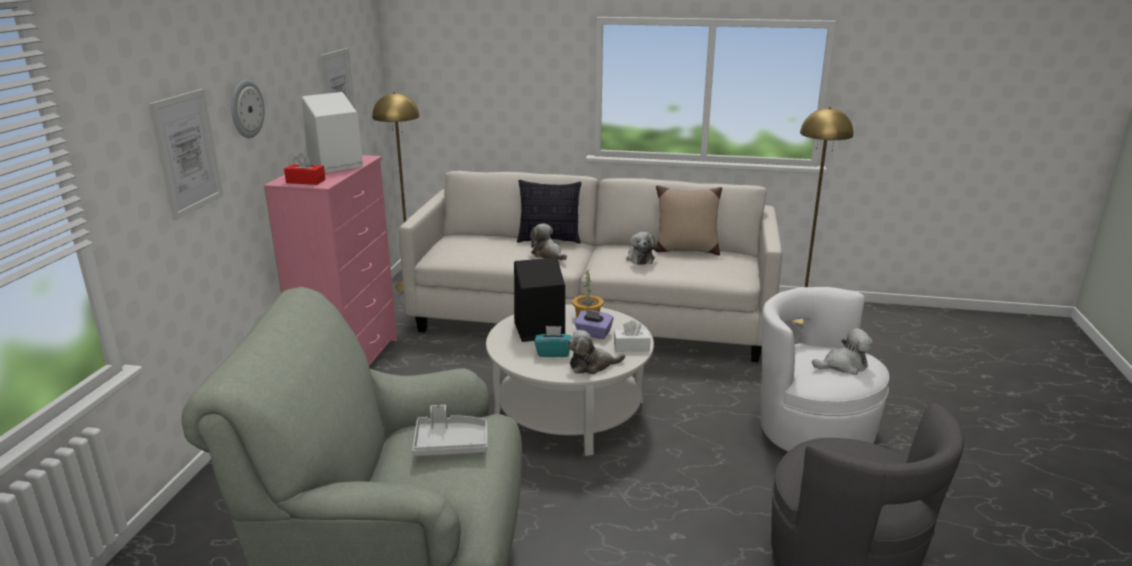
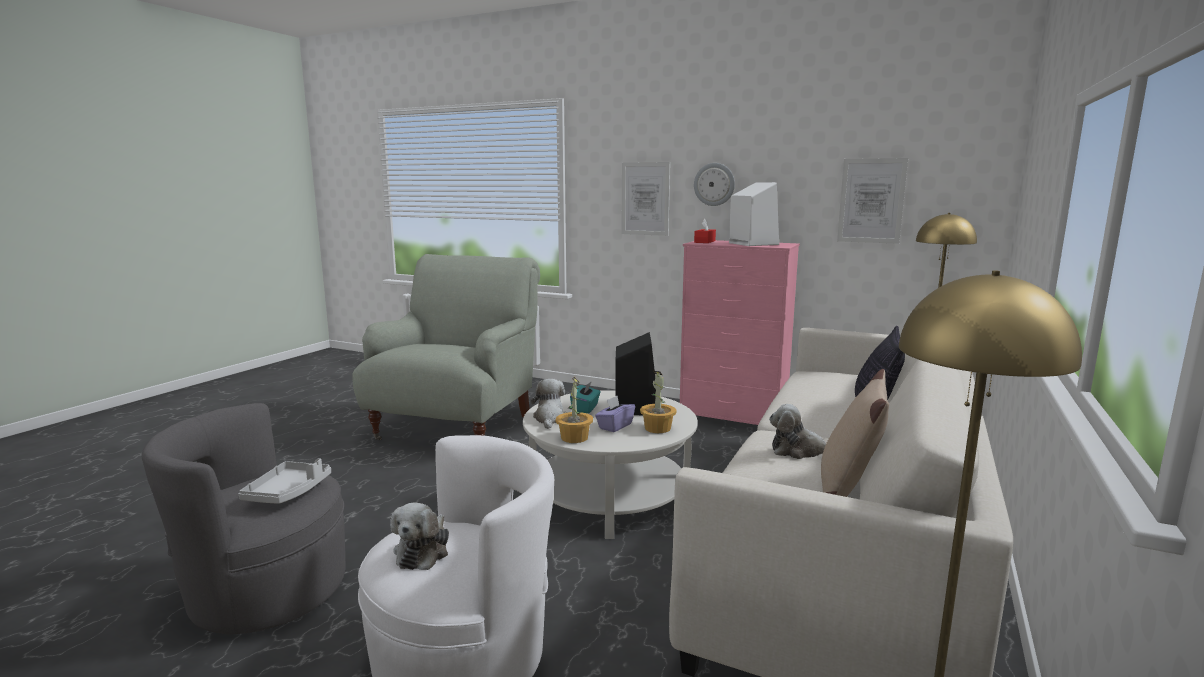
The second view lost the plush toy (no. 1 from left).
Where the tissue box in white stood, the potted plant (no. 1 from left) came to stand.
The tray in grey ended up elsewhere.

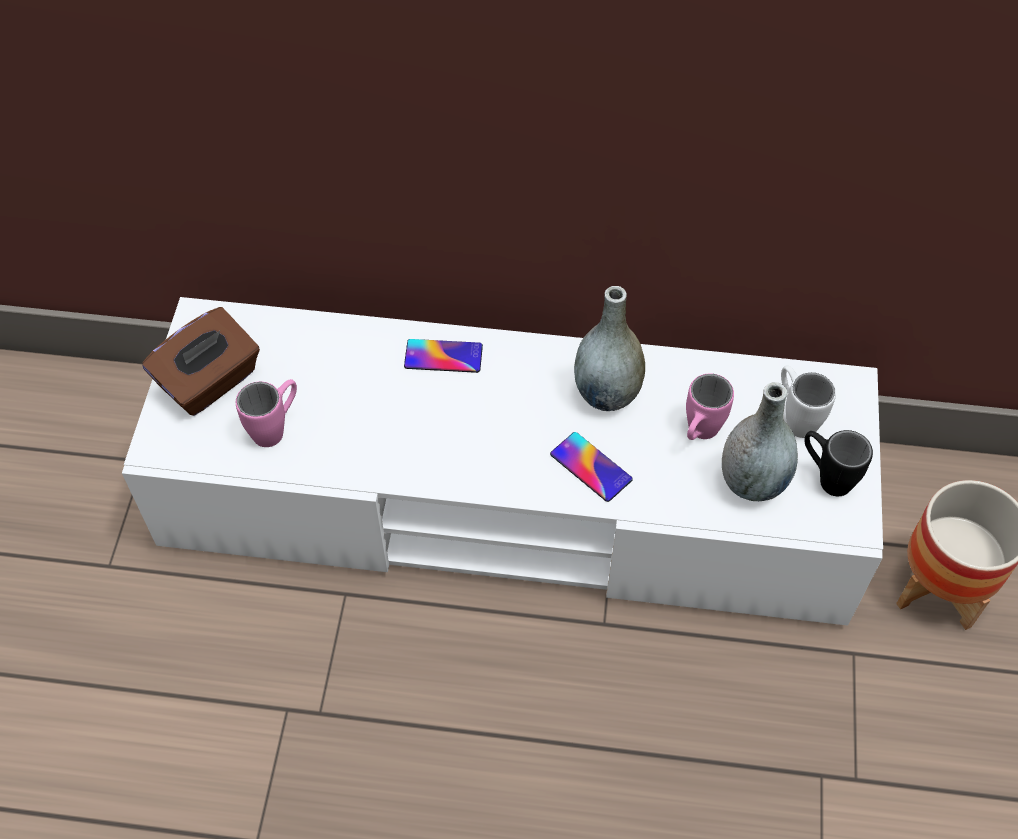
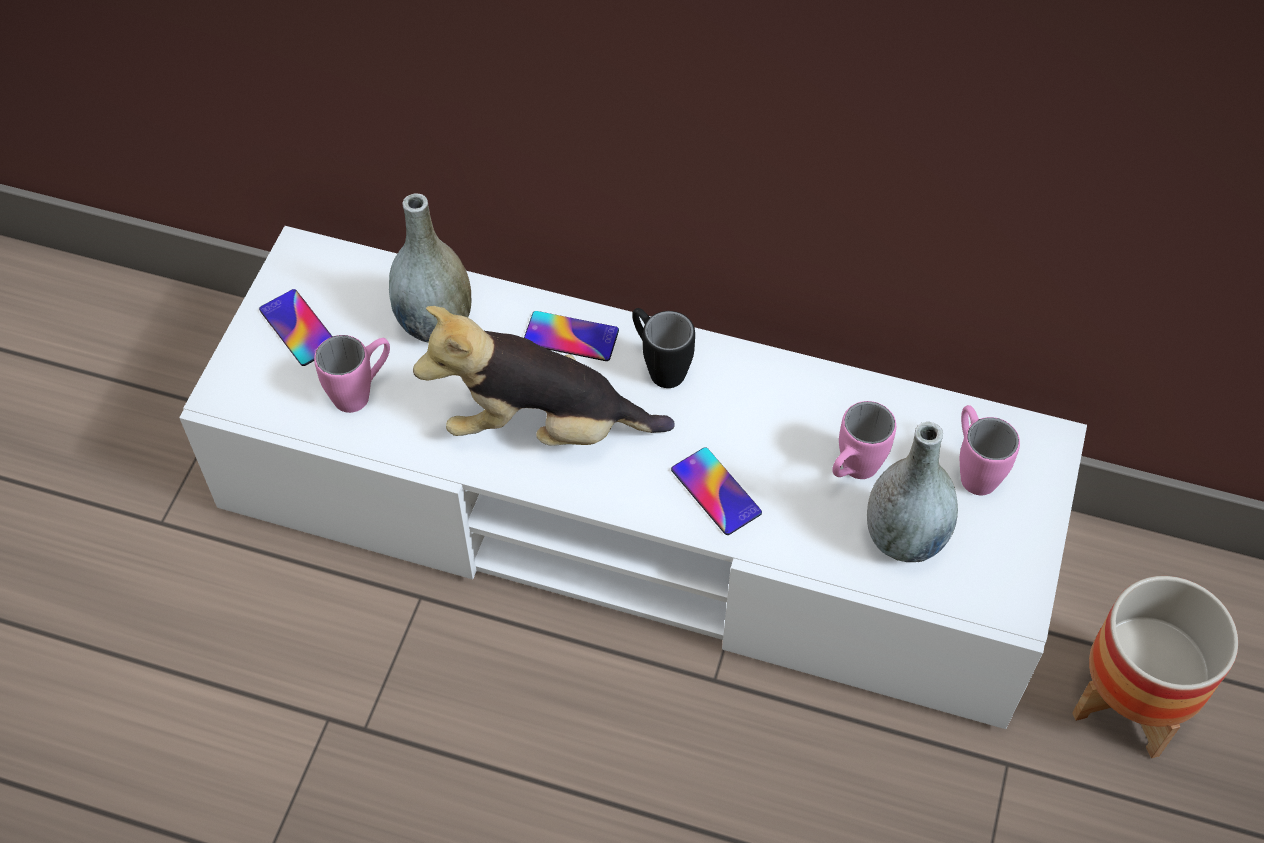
The vase in grey (no. 1 from left) ended up elsewhere.
Where the tissue box in brown stood, the phone (no. 1 from left) came to stand.
What was the mug in white turned into the mug in pink (no. 3 from left).
The mug in black ended up elsewhere.
The second view gained the plush toy.

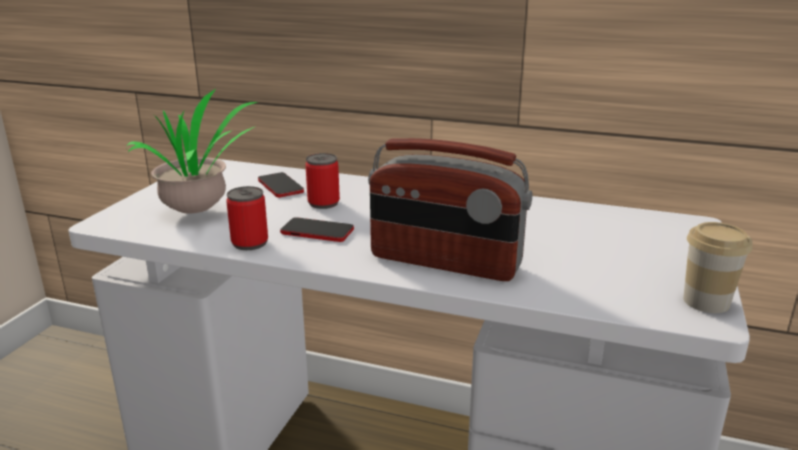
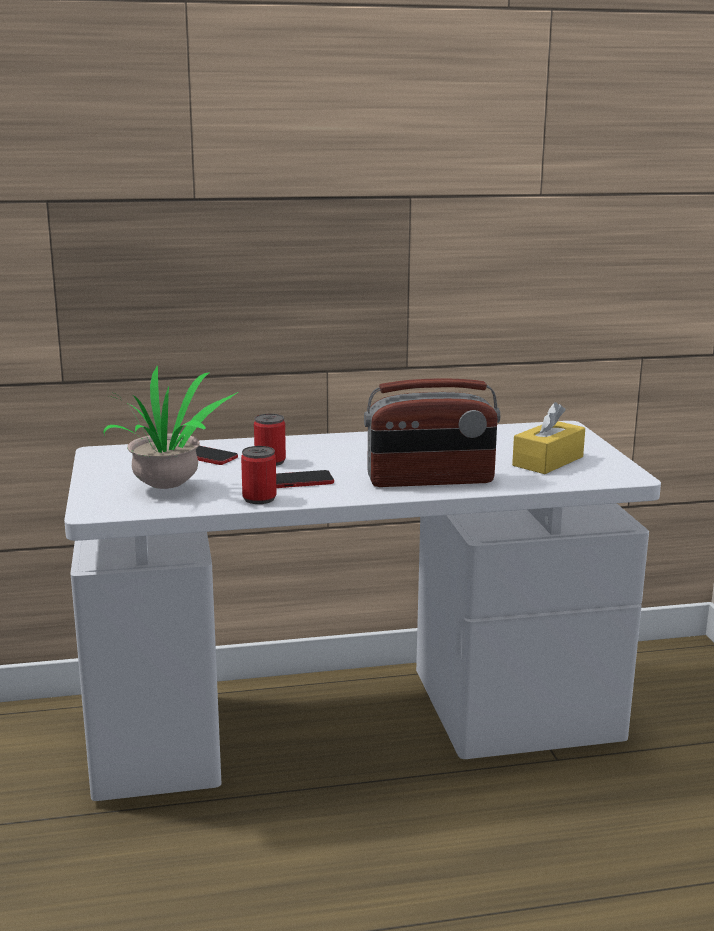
The second view lost the cup.
The second view gained the tissue box in yellow.

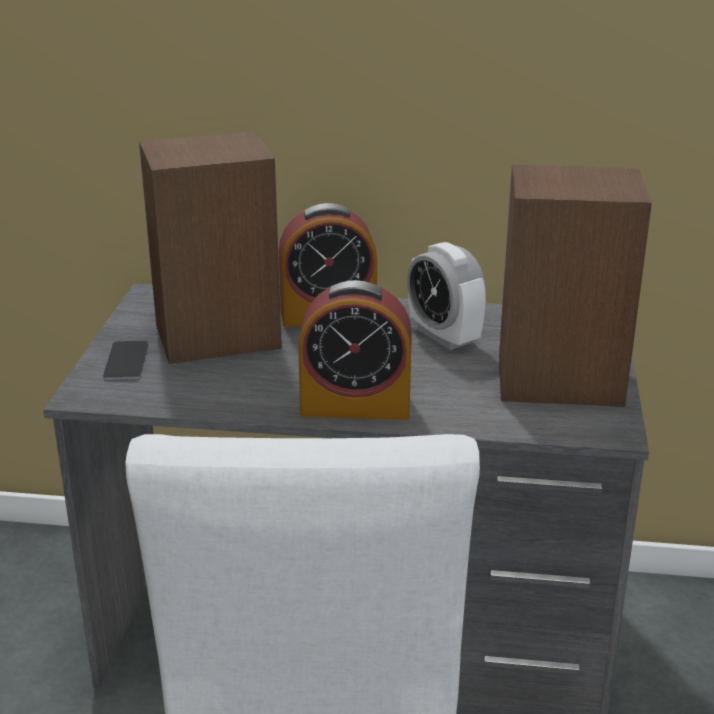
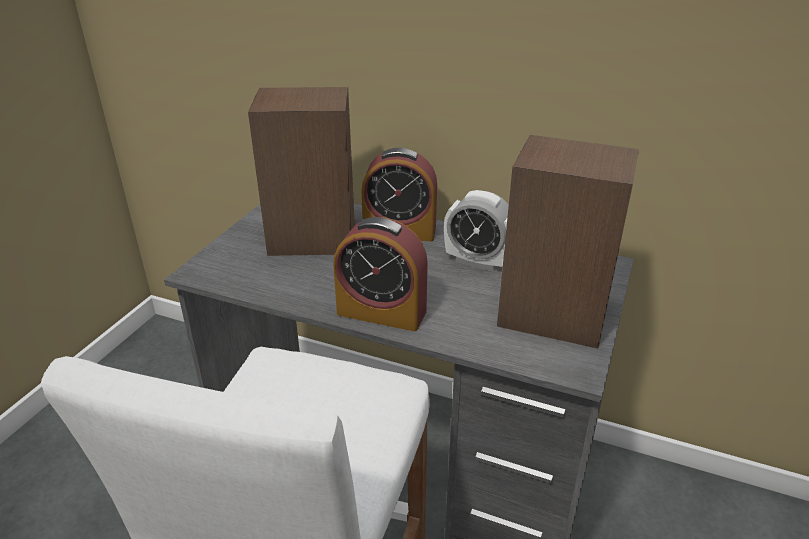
The alarm clock (no. 3 from left) ended up facing another way, 45 degrees counterclockwise from before.
The second view lost the phone.

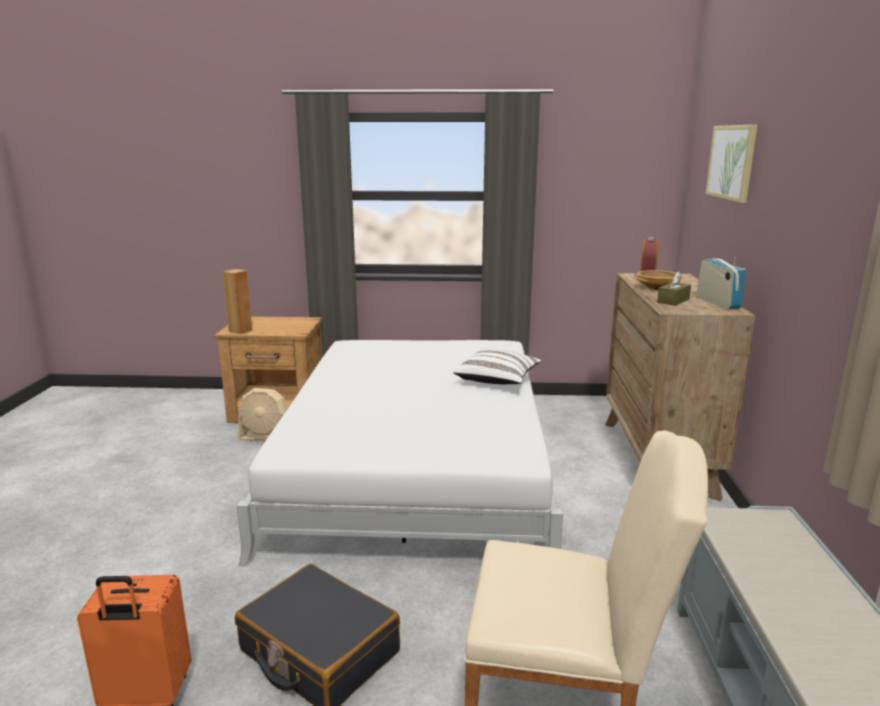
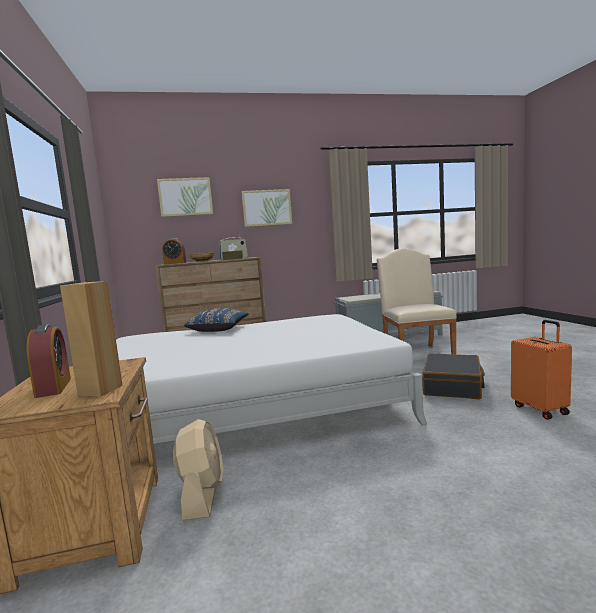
What was the pillow in white turned into the pillow in blue.
The second view gained the picture (no. 2 from left).
The second view gained the alarm clock (no. 1 from left).

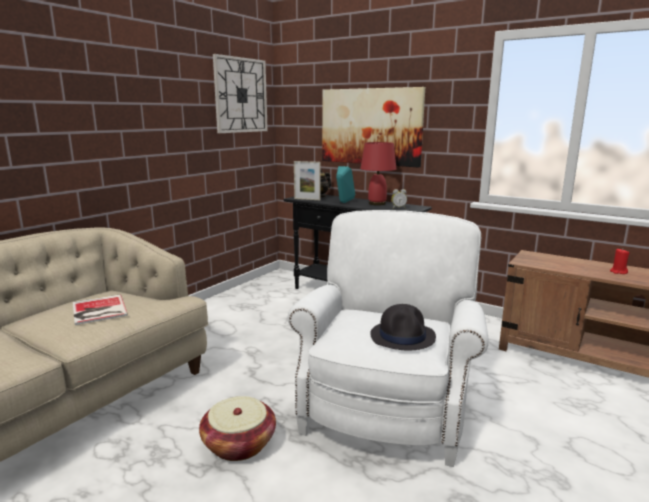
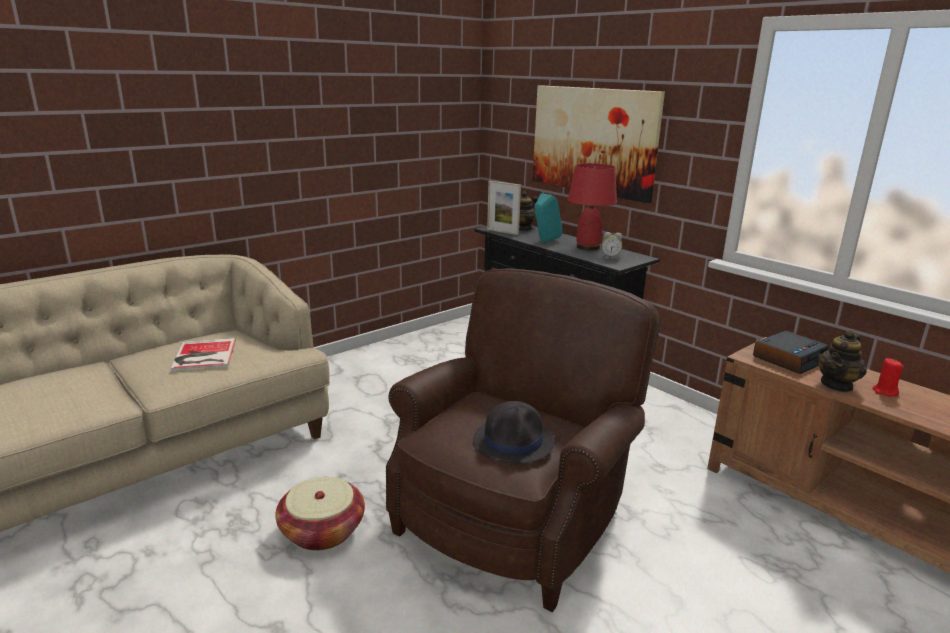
The second view lost the wall clock.
What was the armchair in white turned into the armchair in brown.
The second view gained the teapot (no. 2 from left).
The second view gained the alarm clock (no. 2 from left).

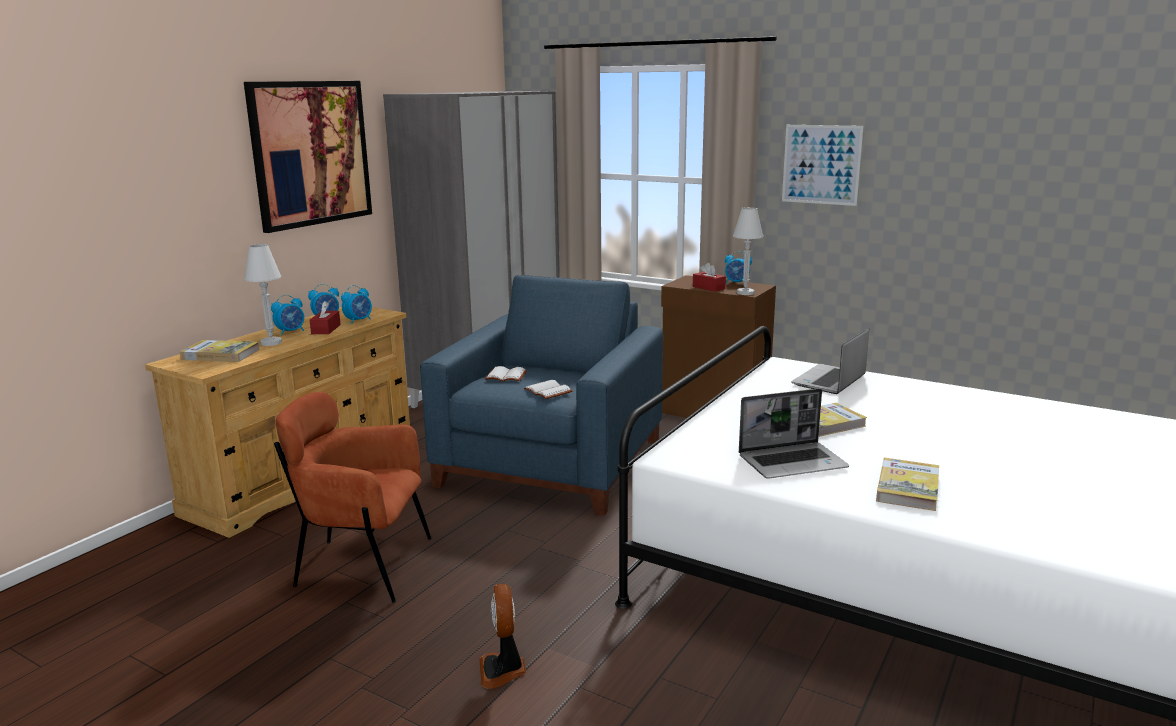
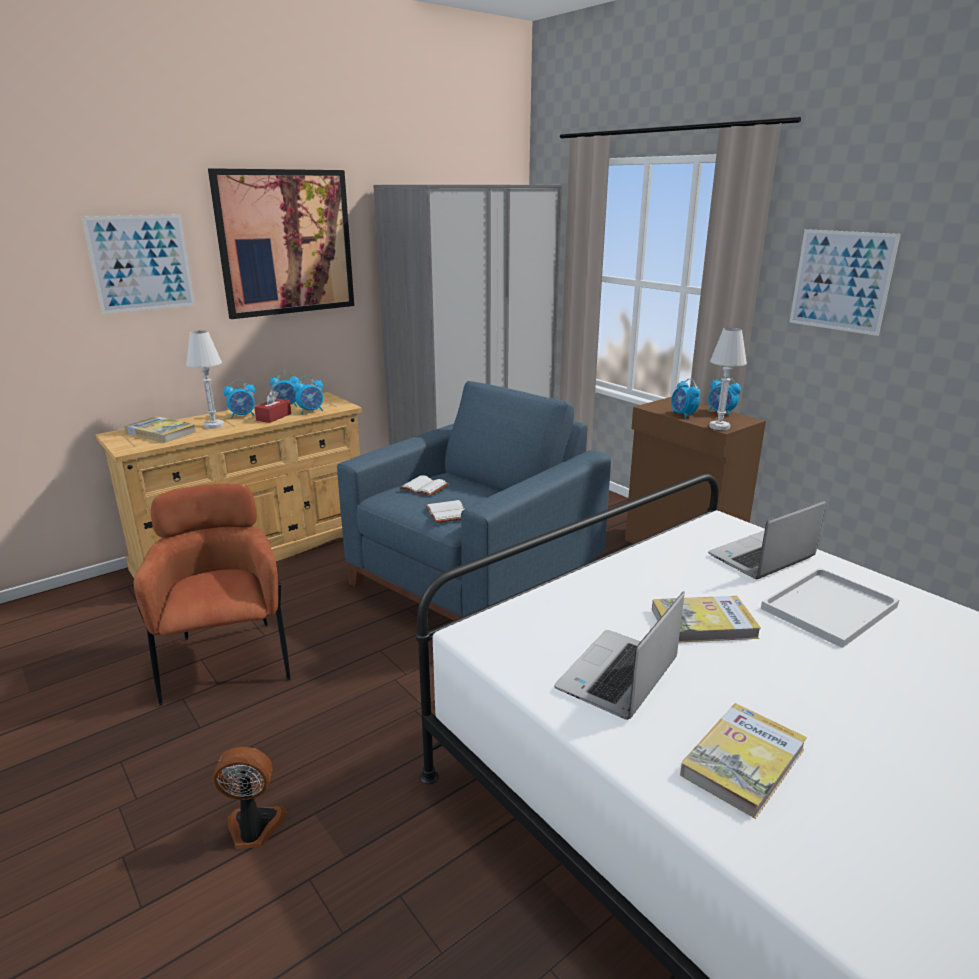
Where the tissue box in red (no. 2 from left) stood, the alarm clock (no. 4 from left) came to stand.
The laptop (no. 1 from left) ended up facing another way, 120 degrees clockwise from before.
The armchair in brown ended up facing another way, 45 degrees clockwise from before.
The fan ended up facing another way, 75 degrees clockwise from before.
The second view gained the picture (no. 1 from left).
The second view gained the tray in white.

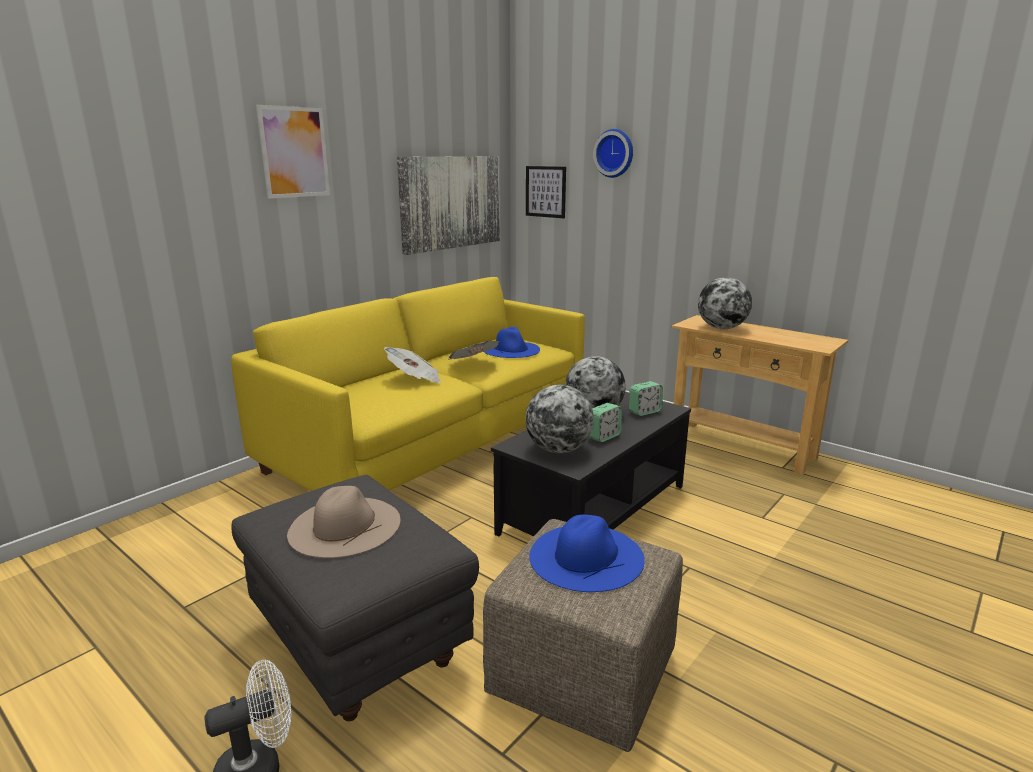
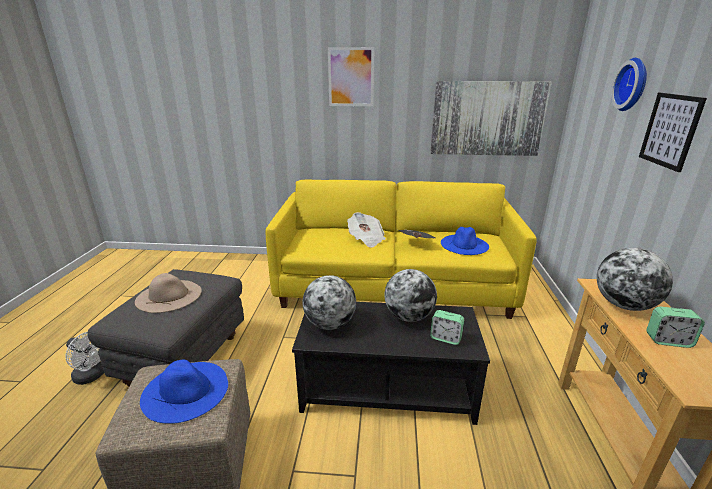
The picture (no. 3 from left) ended up elsewhere.
The alarm clock (no. 1 from left in the first image) ended up elsewhere.

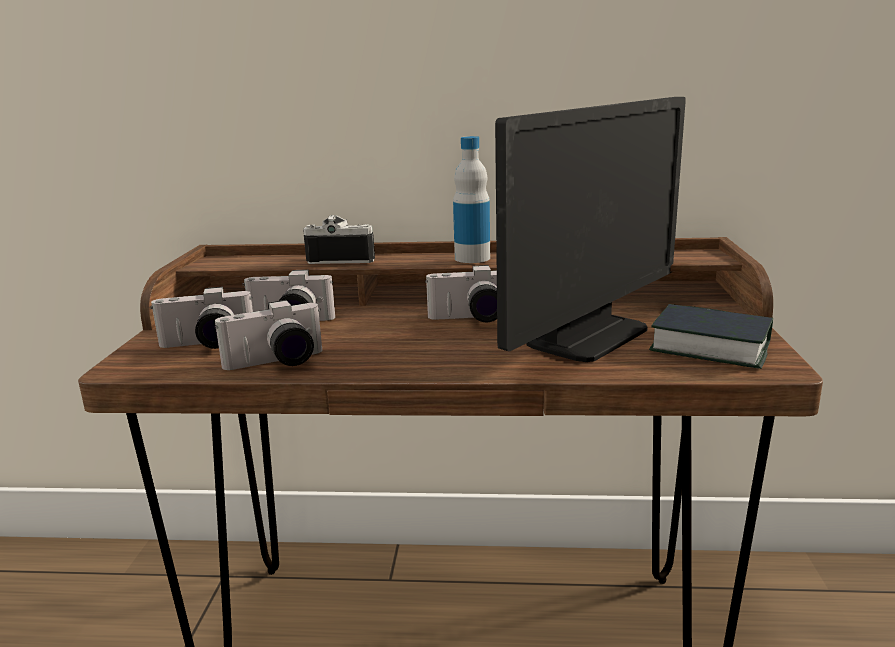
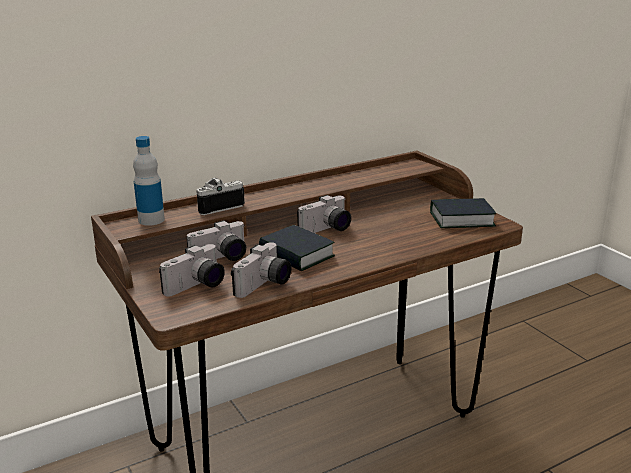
The second view lost the monitor.
The bottle ended up elsewhere.
The second view gained the book (no. 1 from left).

